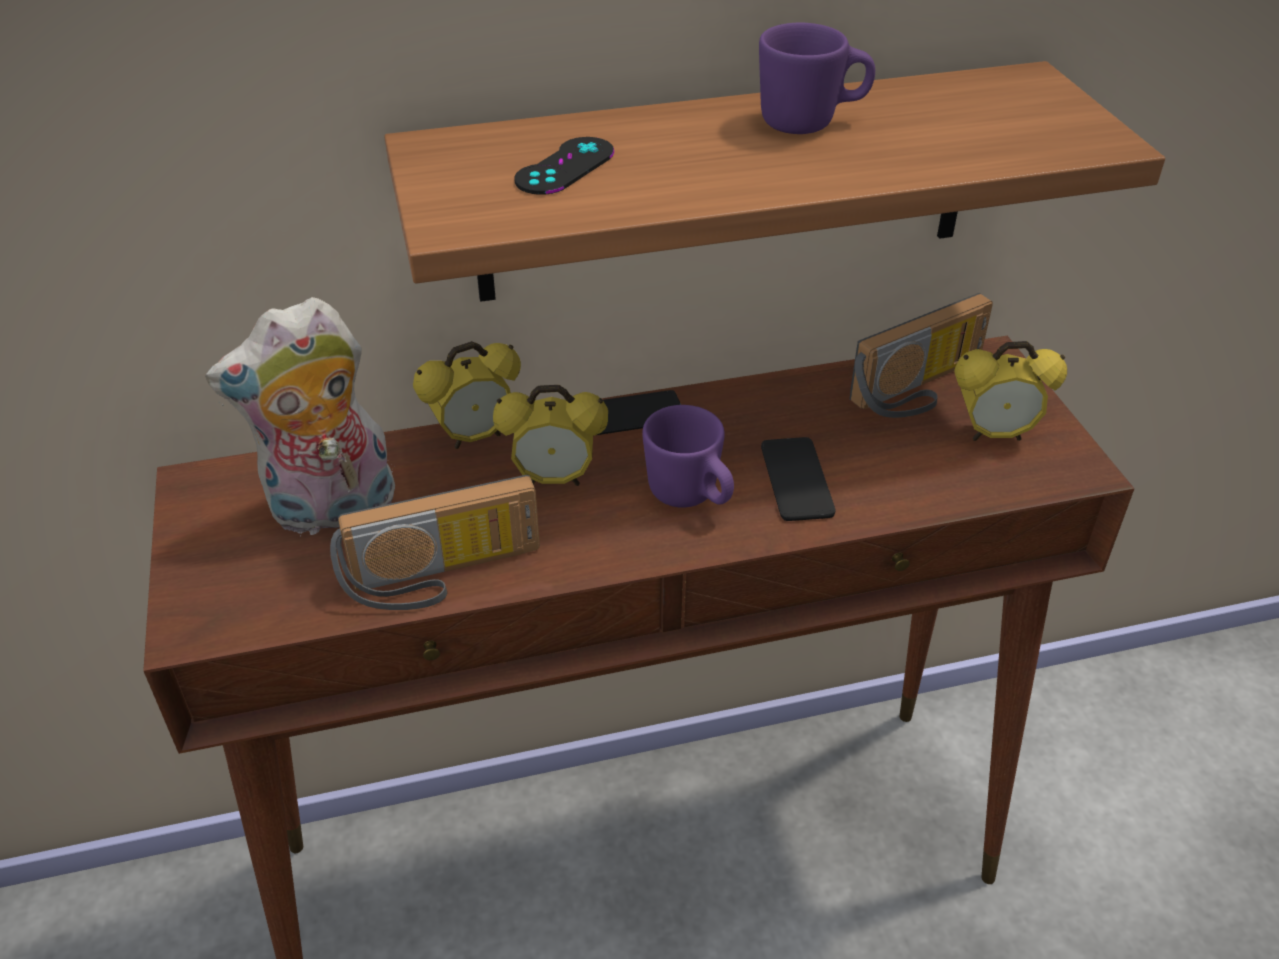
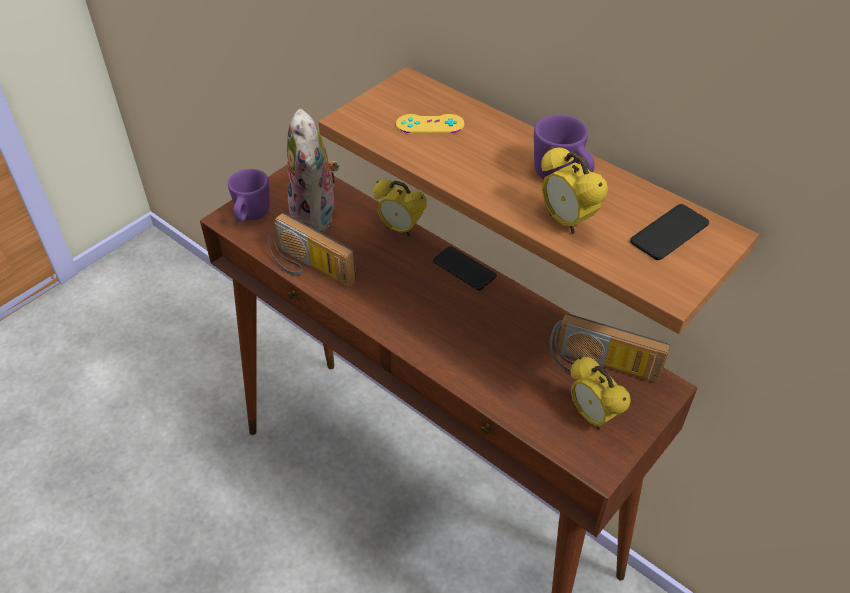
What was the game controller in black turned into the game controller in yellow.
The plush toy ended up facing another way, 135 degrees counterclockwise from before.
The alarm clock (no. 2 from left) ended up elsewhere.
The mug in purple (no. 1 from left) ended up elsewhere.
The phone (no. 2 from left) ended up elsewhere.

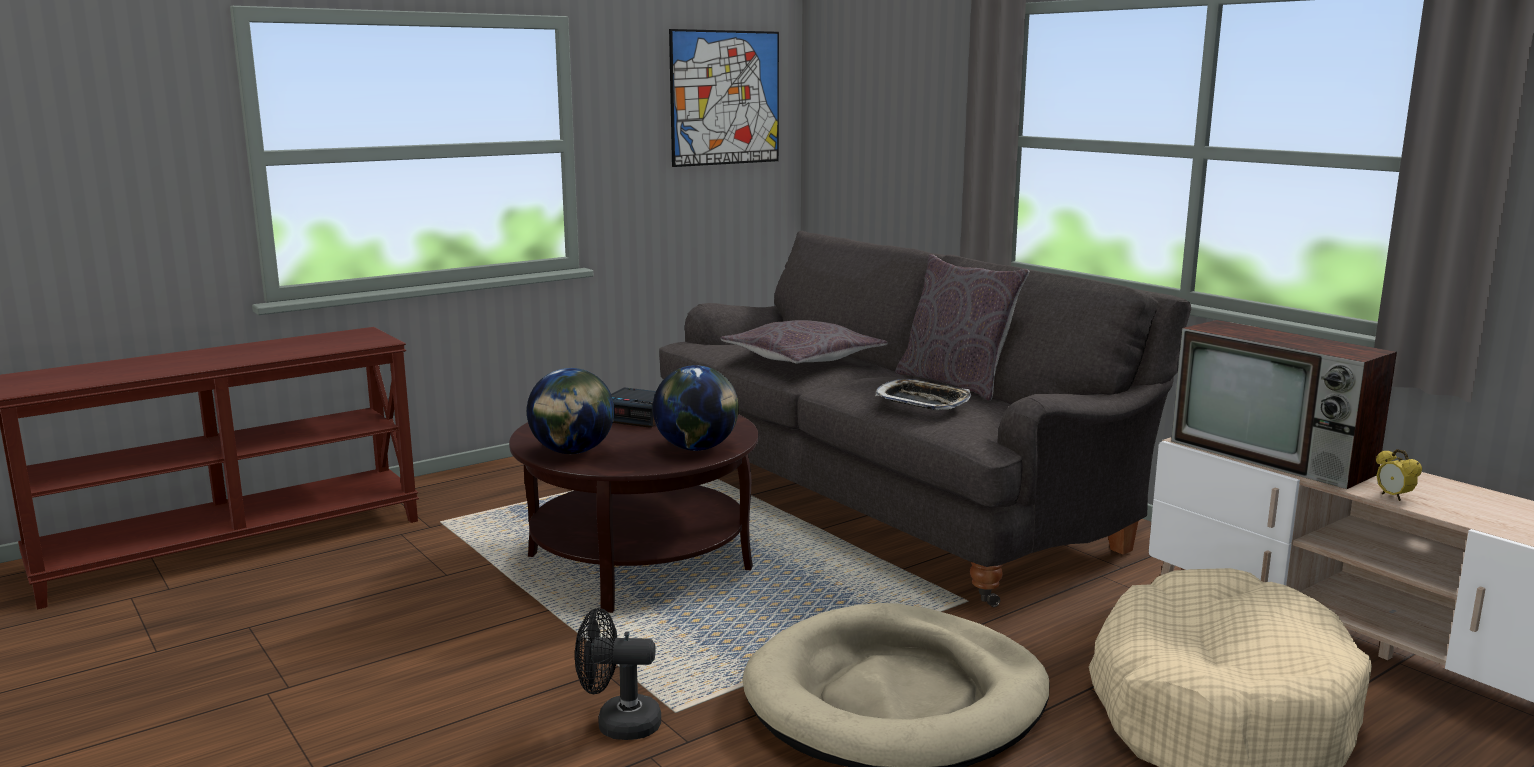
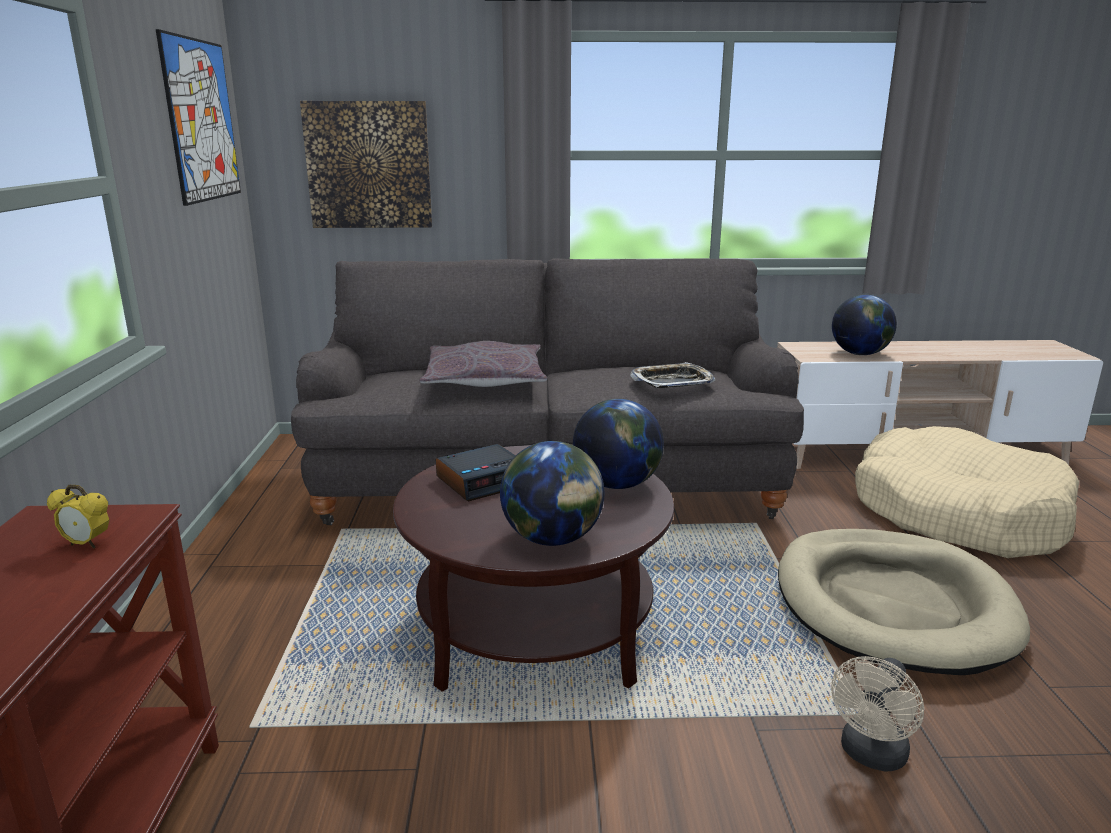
The second view lost the pillow in grey (no. 2 from left).
Where the television stood, the globe (no. 3 from left) came to stand.
The alarm clock (no. 2 from left in the first image) ended up elsewhere.
What was the fan in black turned into the fan in beige.
The second view gained the picture (no. 2 from left).

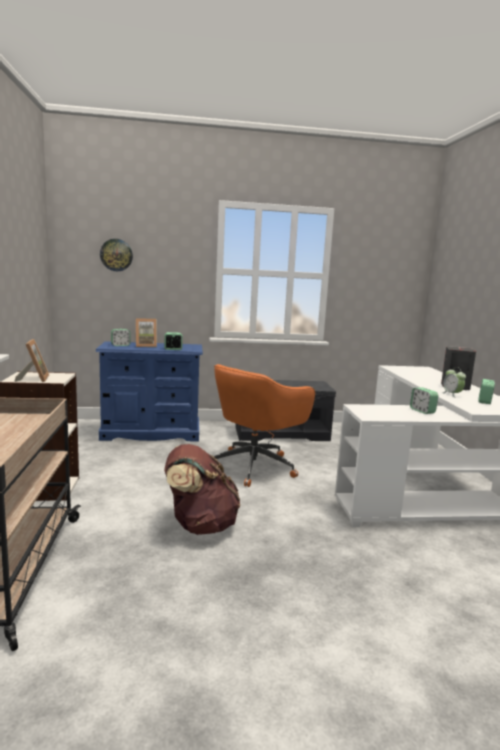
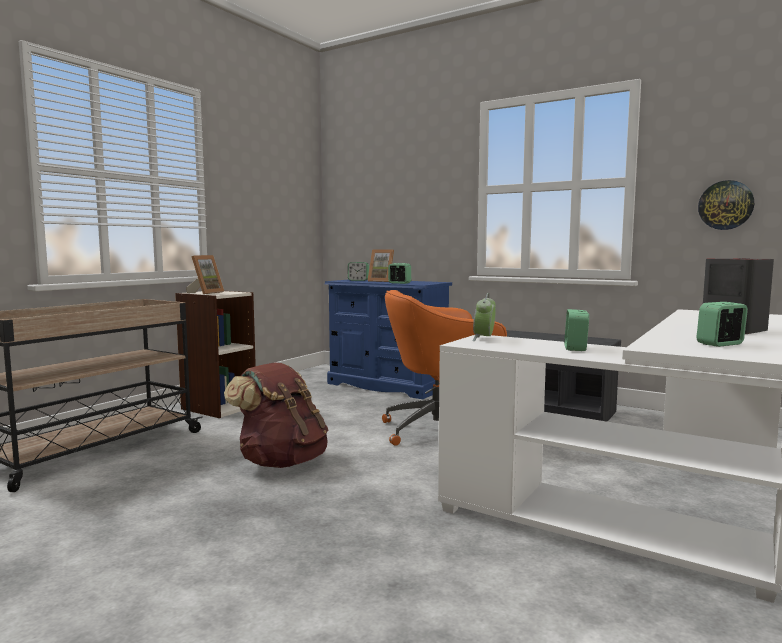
The wall clock ended up elsewhere.
The alarm clock (no. 4 from left in the first image) ended up elsewhere.

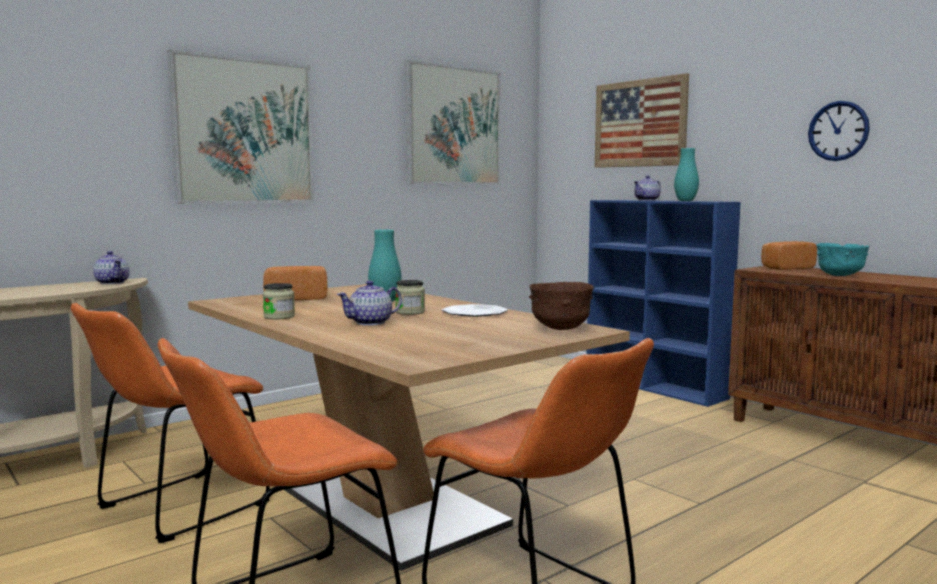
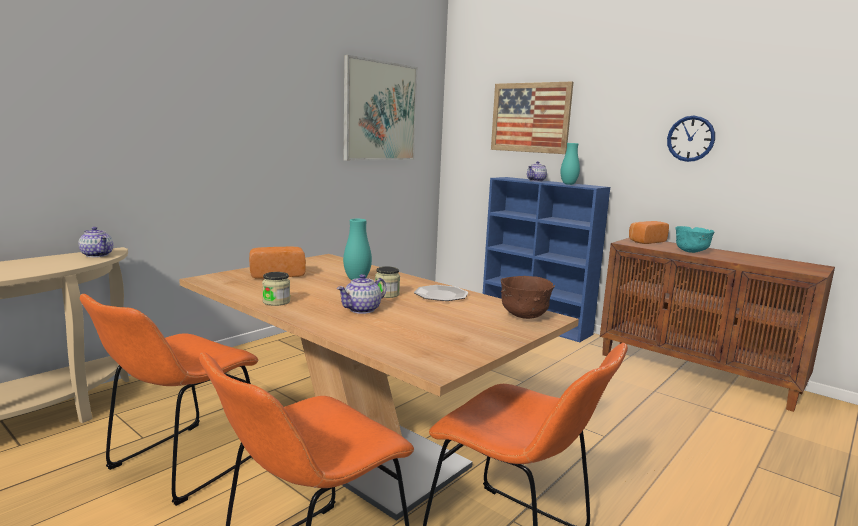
The second view lost the picture (no. 1 from left).

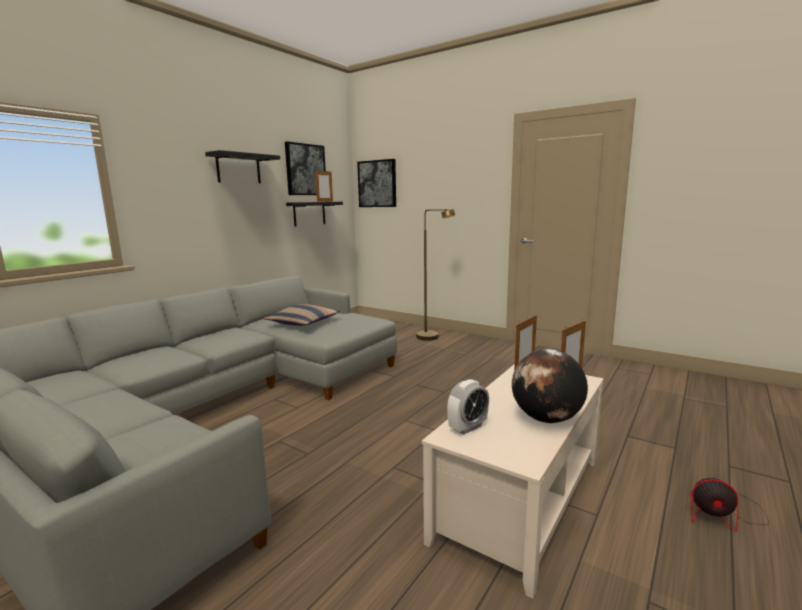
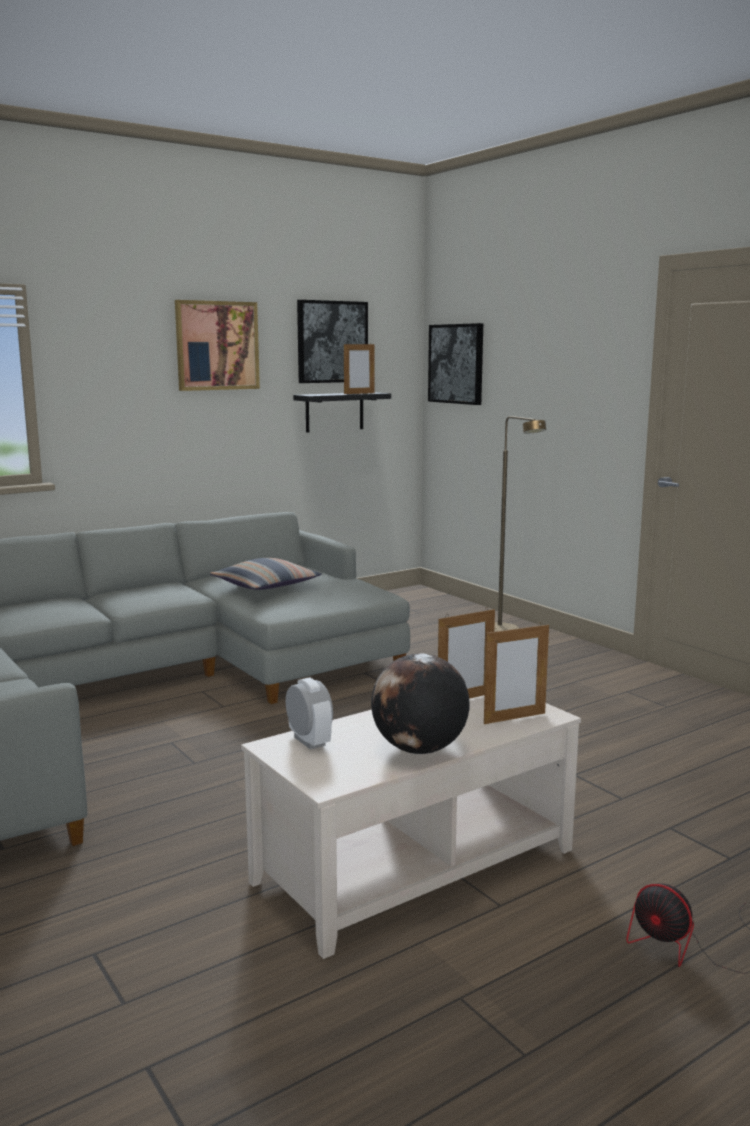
Where the shelf in black (no. 1 from left) hung, the picture (no. 1 from left) came to hang.
The alarm clock ended up facing another way, 105 degrees counterclockwise from before.

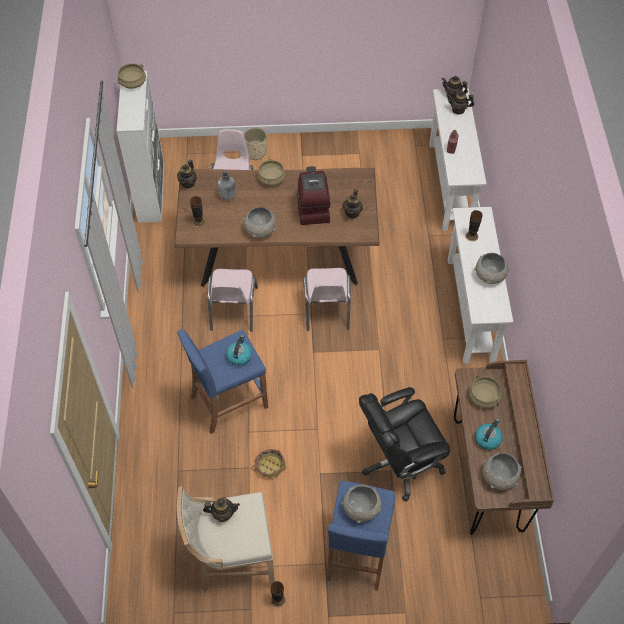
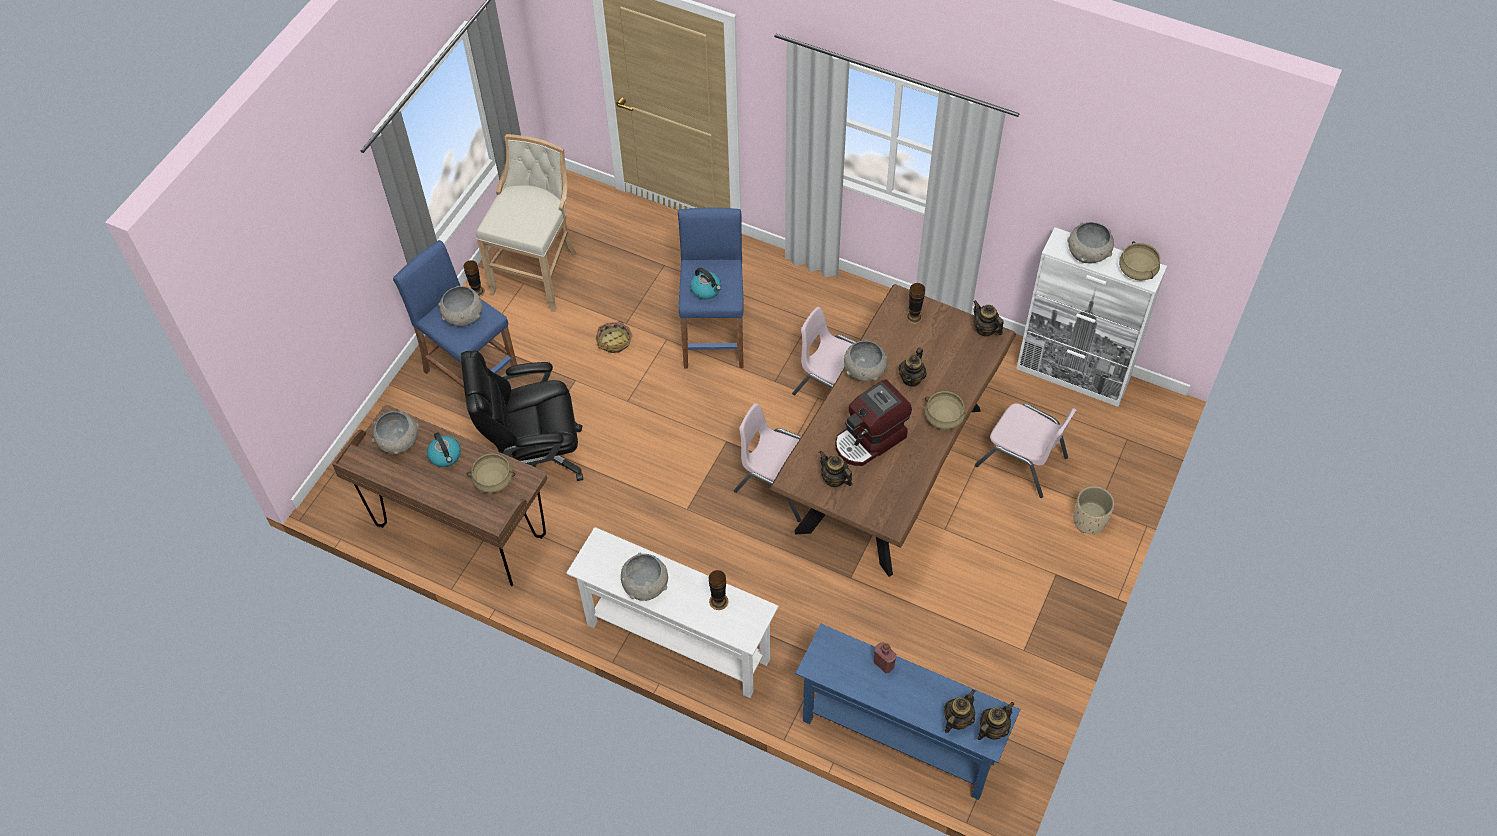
What was the console table in white (no. 1 from left) turned into the console table in blue.
The coffee machine ended up facing another way, 120 degrees clockwise from before.
The second view lost the bottle in grey.
The office chair in black ended up facing another way, 105 degrees counterclockwise from before.
The teapot (no. 2 from left) ended up elsewhere.
The second view gained the bowl in grey (no. 5 from left).

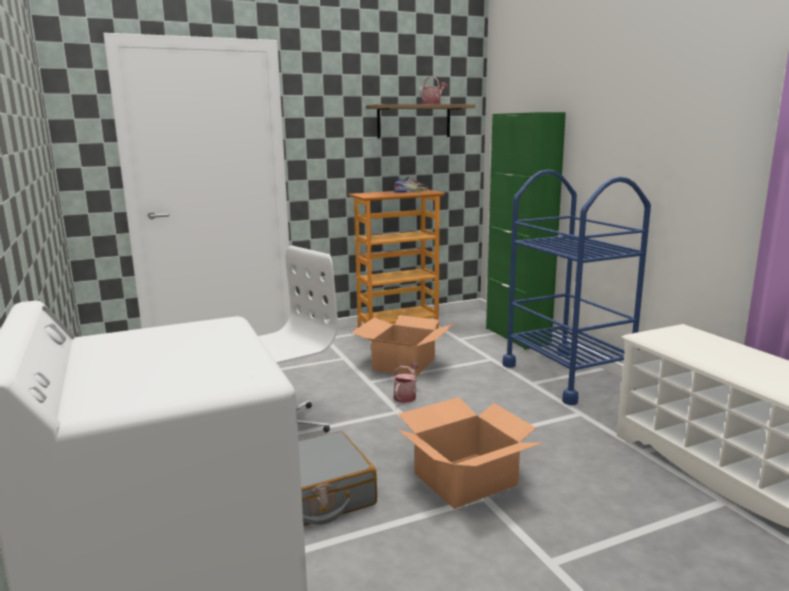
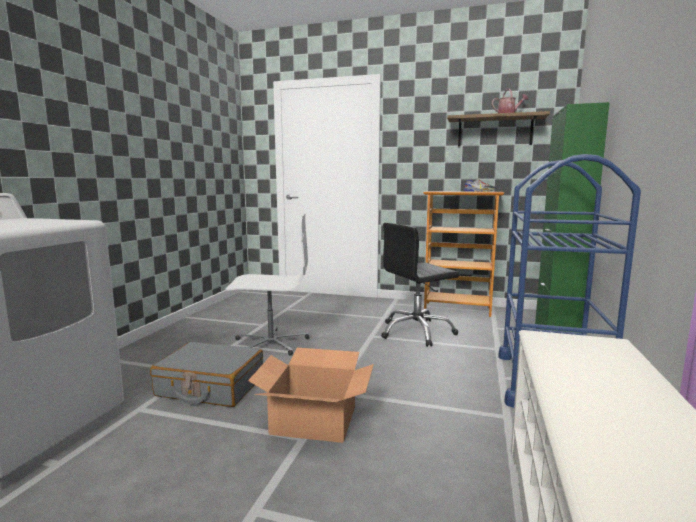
Where the cardboard box (no. 1 from left) stood, the office chair in black came to stand.
The second view lost the watering can (no. 1 from left).

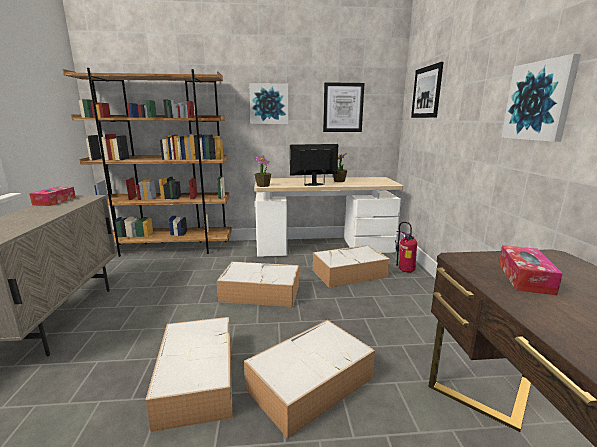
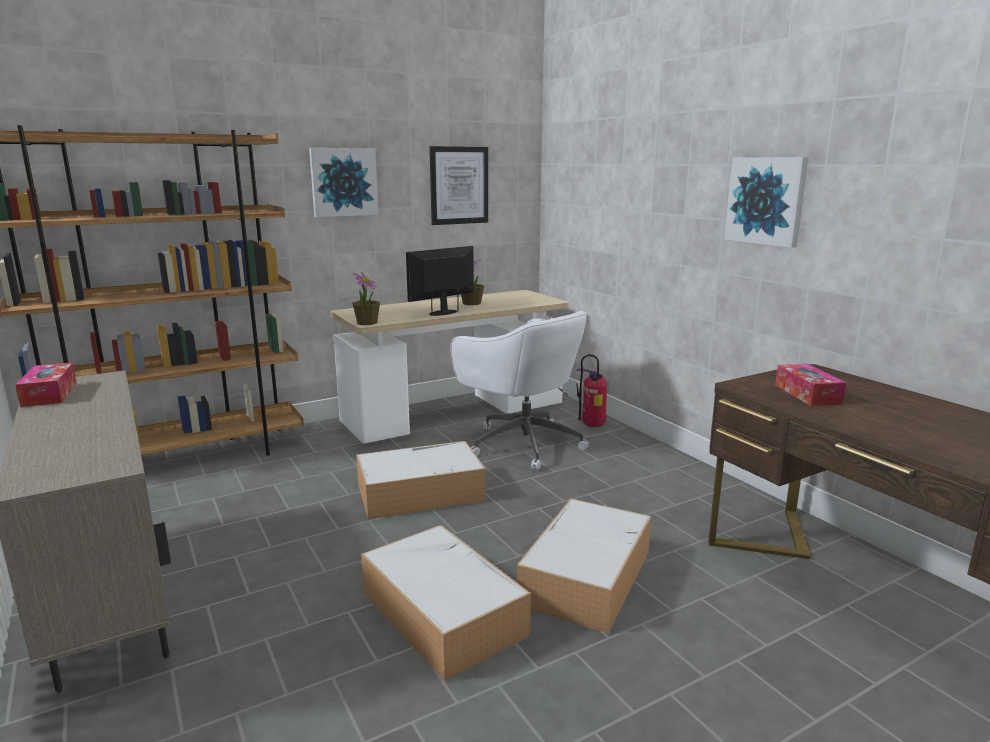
The second view lost the picture (no. 3 from left).
Where the storage box (no. 4 from left) stood, the office chair in white came to stand.

